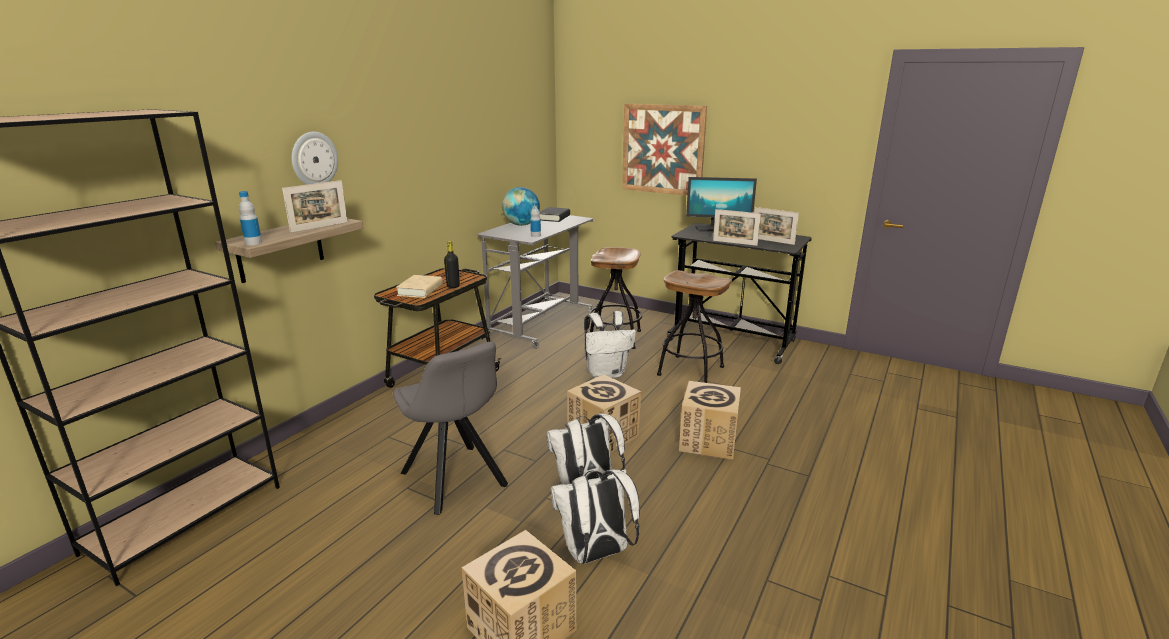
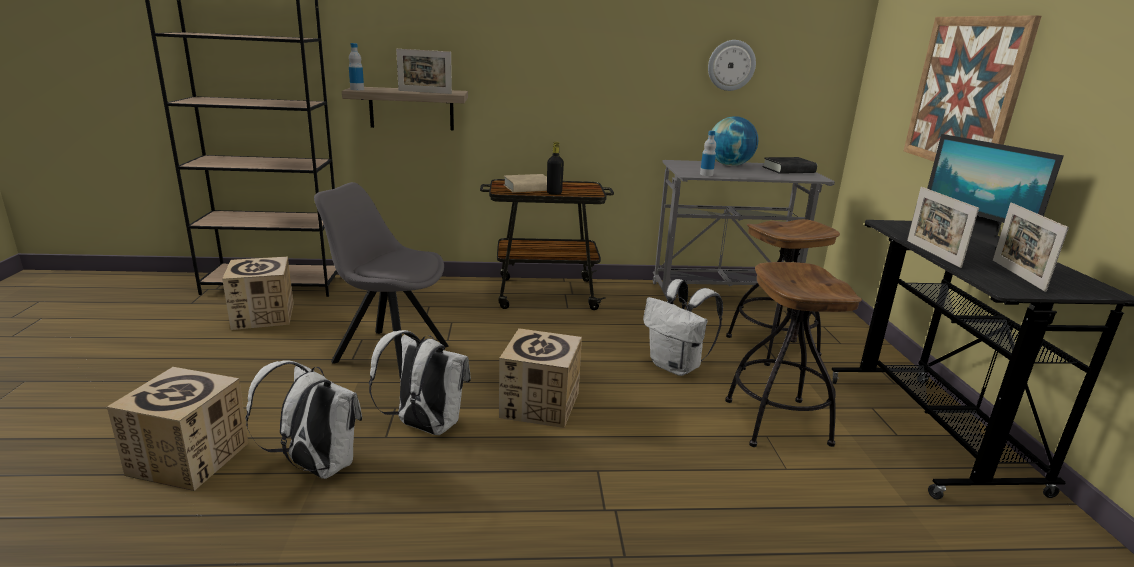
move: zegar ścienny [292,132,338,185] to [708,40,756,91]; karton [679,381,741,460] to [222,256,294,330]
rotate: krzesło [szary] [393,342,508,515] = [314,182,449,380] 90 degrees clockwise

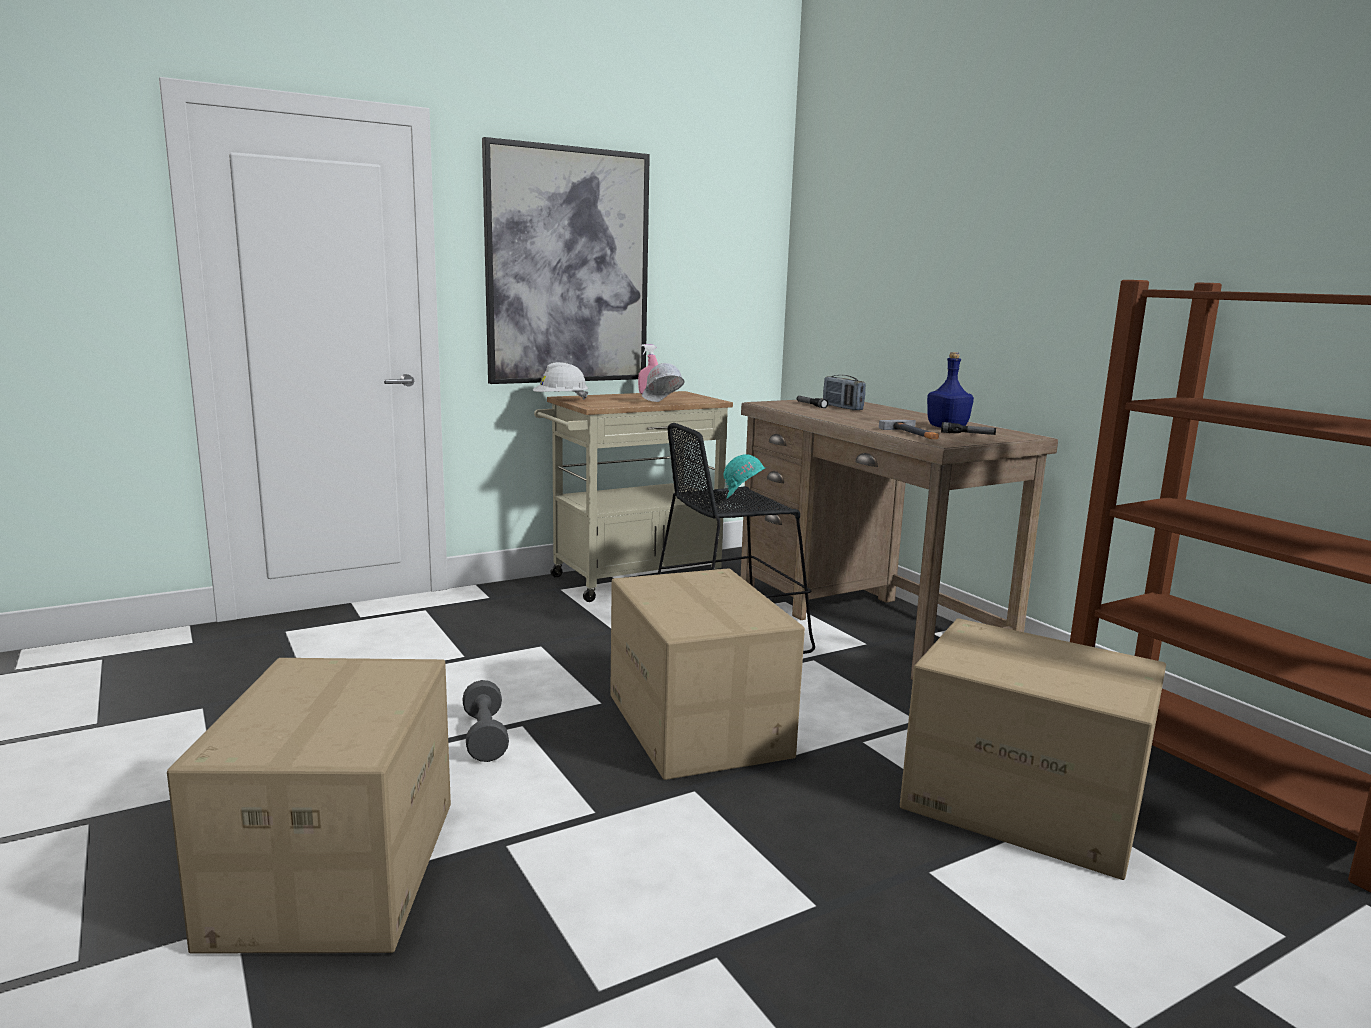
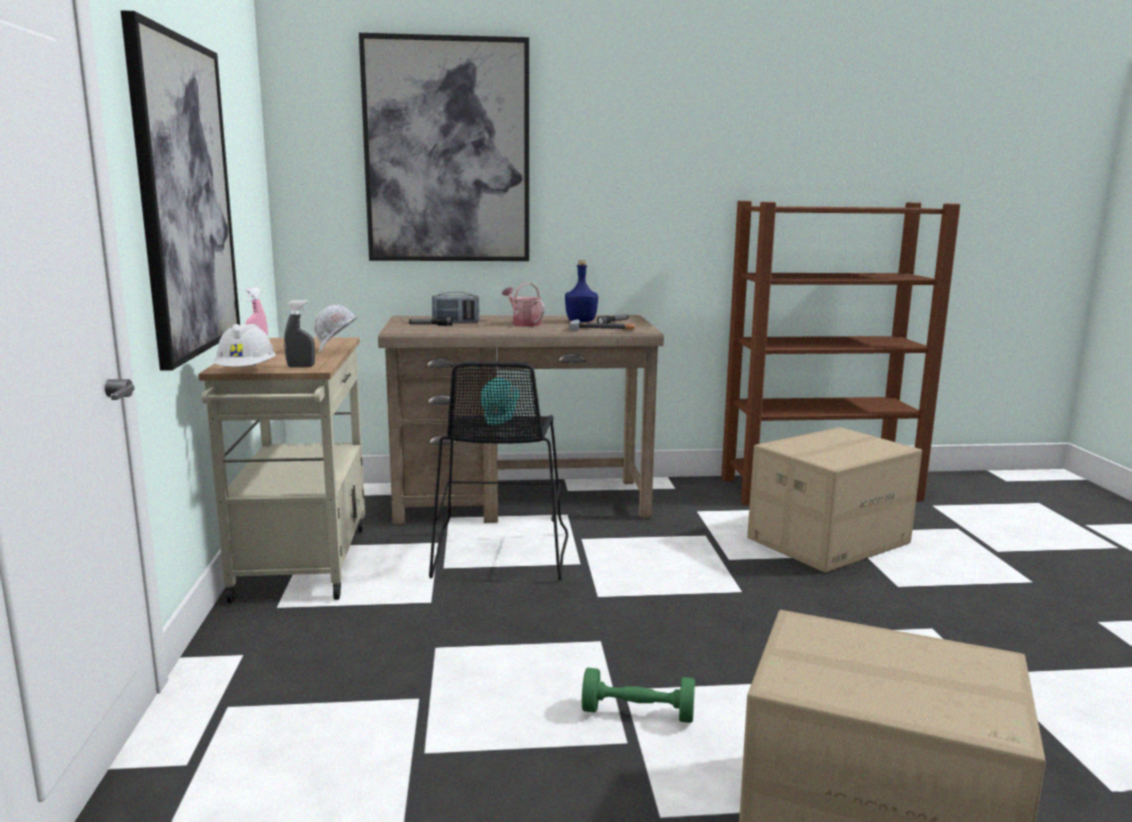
delete: karton [610,568,805,780]
insert: obraz [359,33,529,261]; konewka [502,282,545,327]; spryskiwacz [szary] [284,300,315,367]
recolor: hantel [szary] [462,680,509,762] to hantel [zielony] [582,668,695,723]

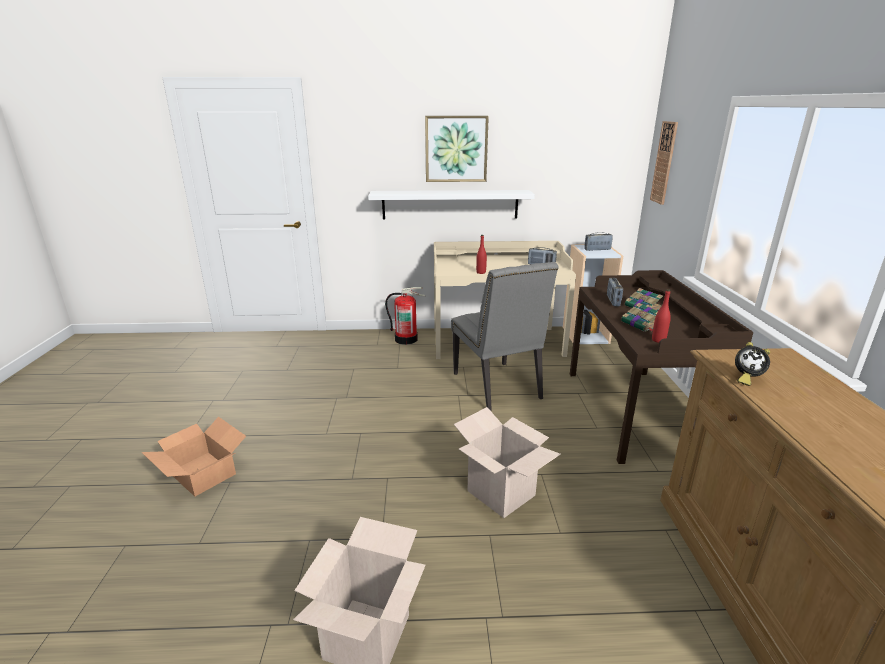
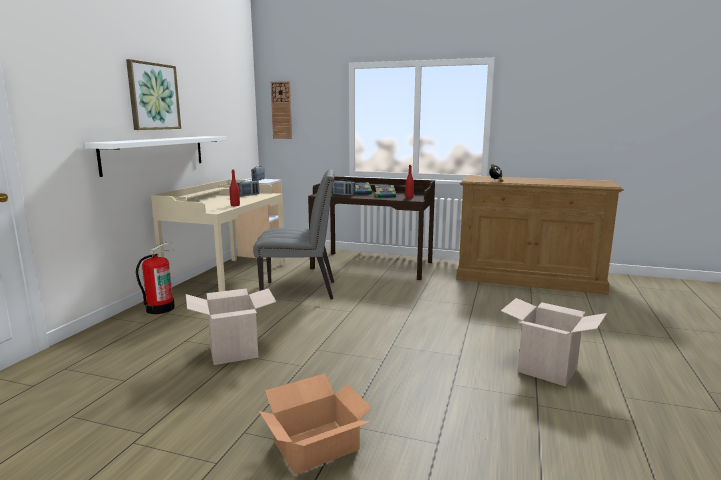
move: karton [454,407,561,518] to [186,288,276,365]

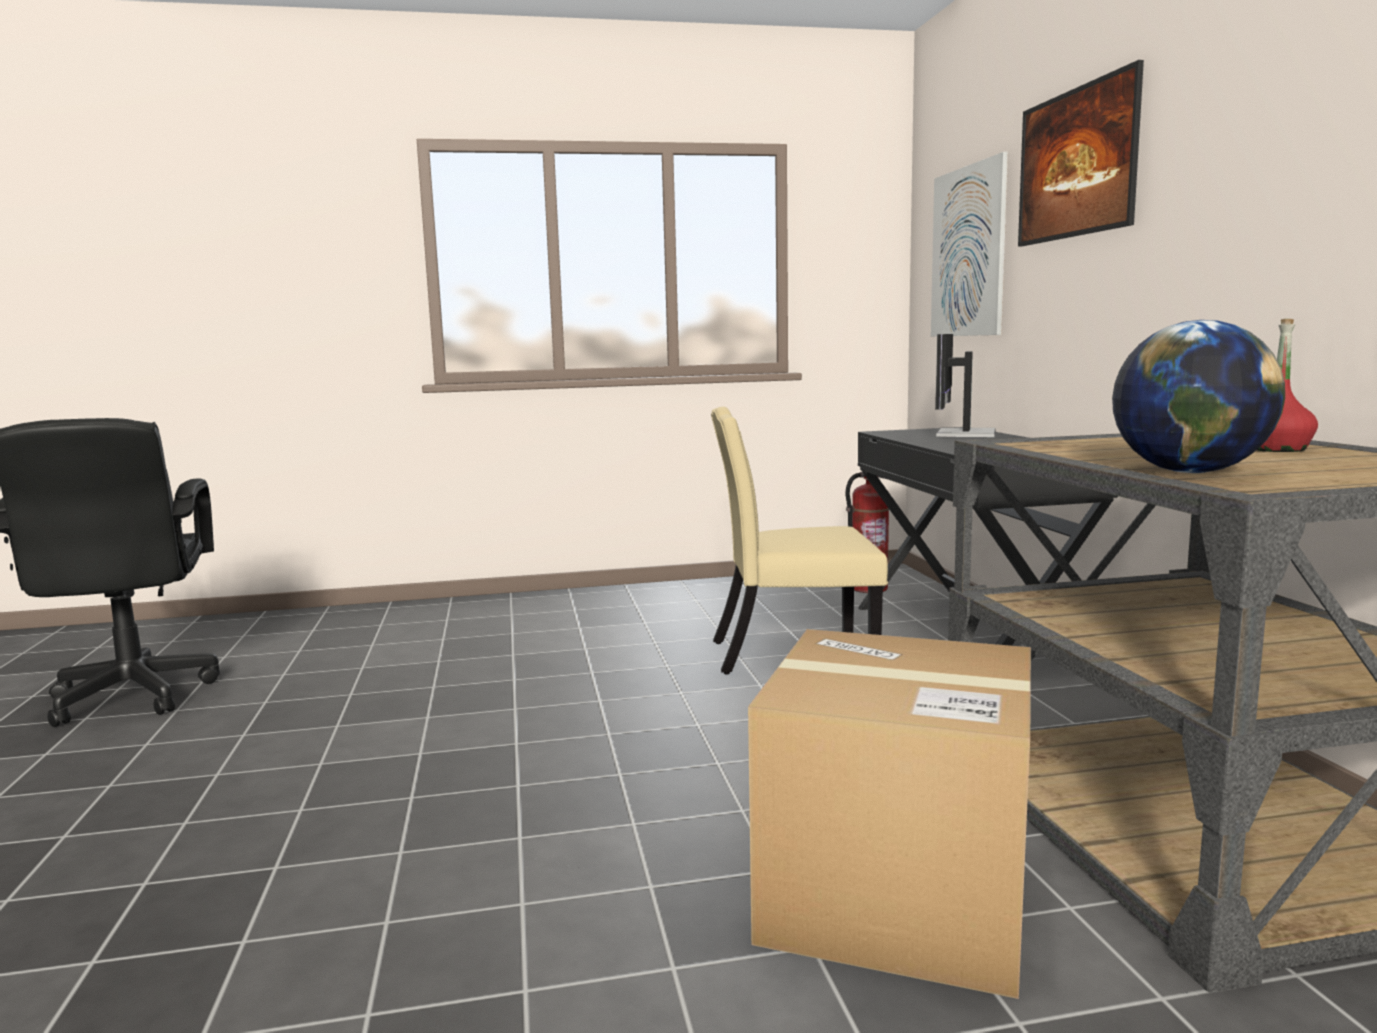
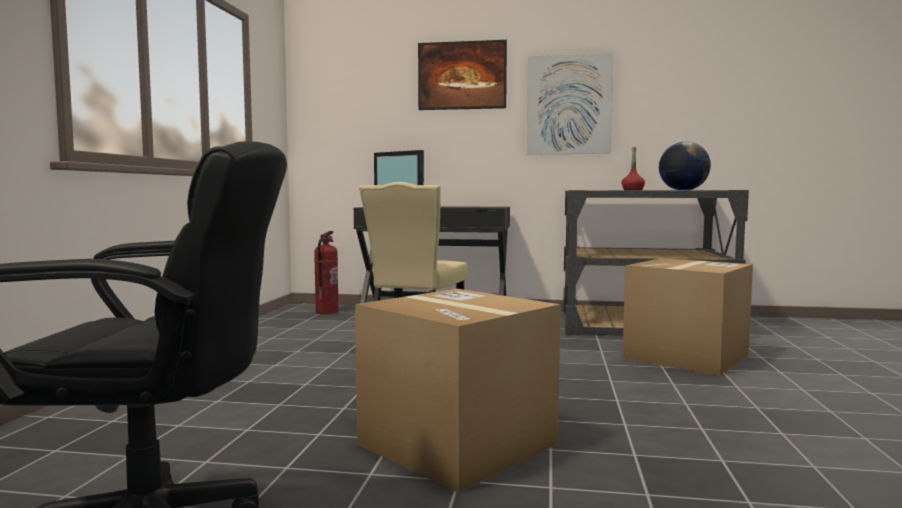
insert: karton [355,289,561,493]
move: obraz [931,152,1008,336] to [527,53,614,155]

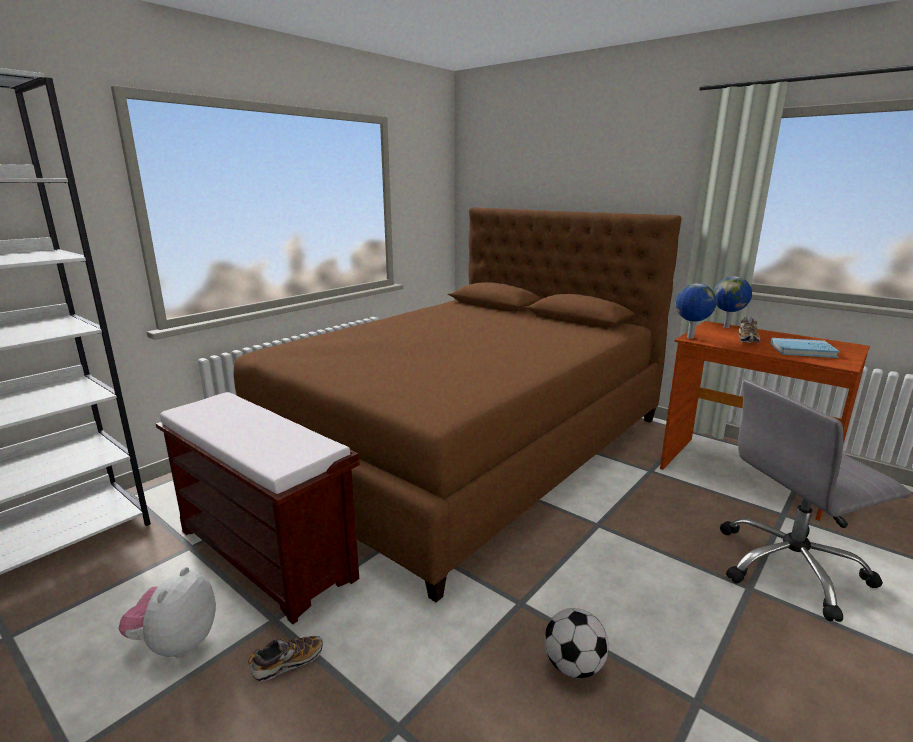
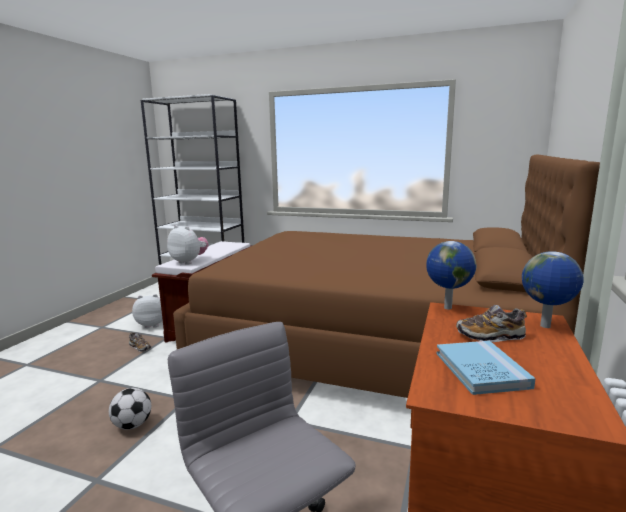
insert: pluszak [167,225,208,265]

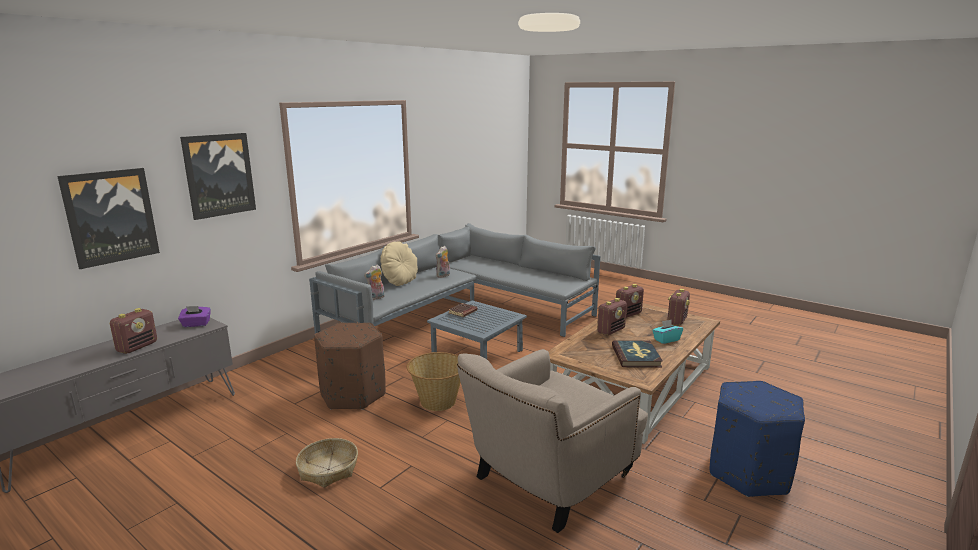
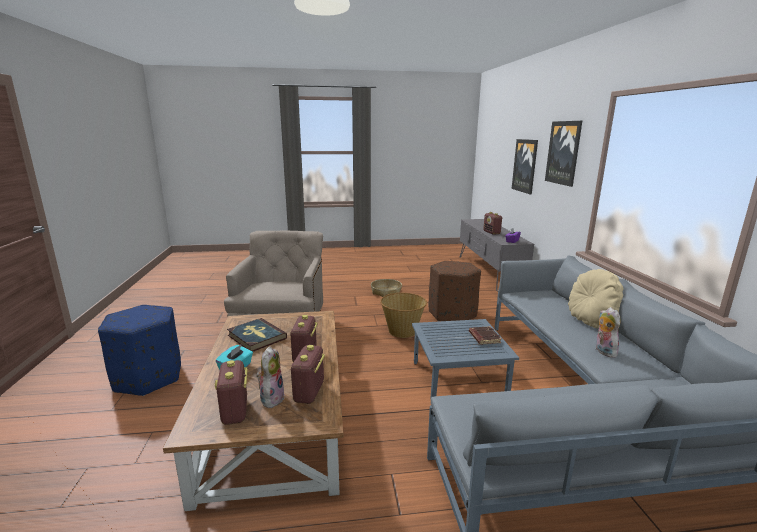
move: pluszak [364,265,385,300] to [256,346,285,408]

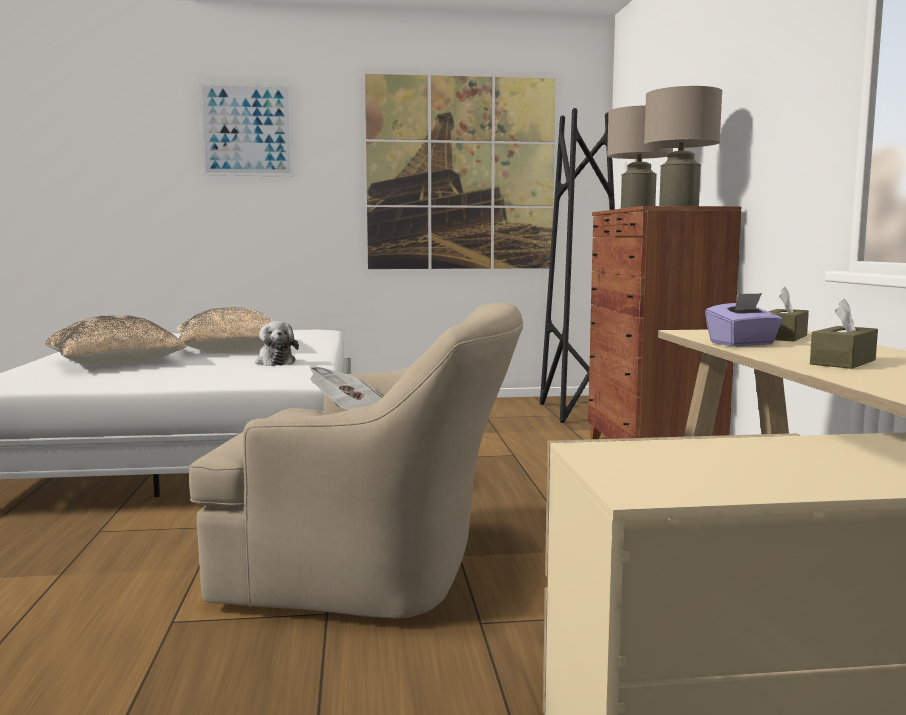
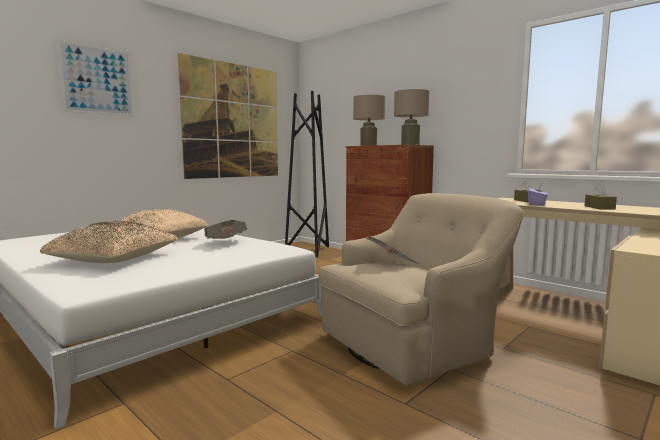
replace: pluszak [255,321,299,366] to gazeta [204,220,247,239]

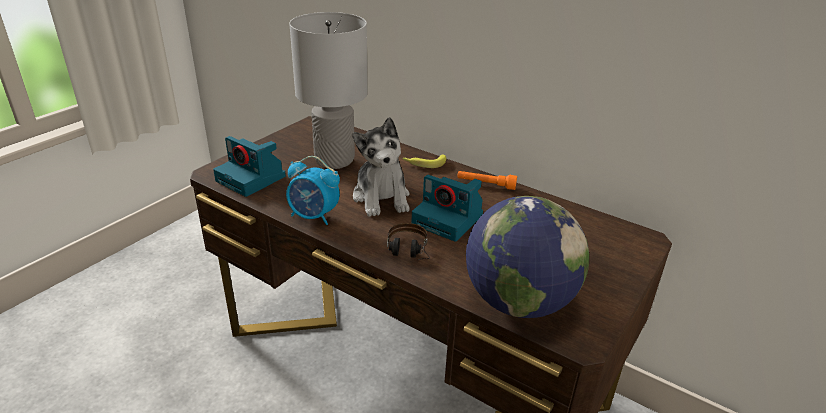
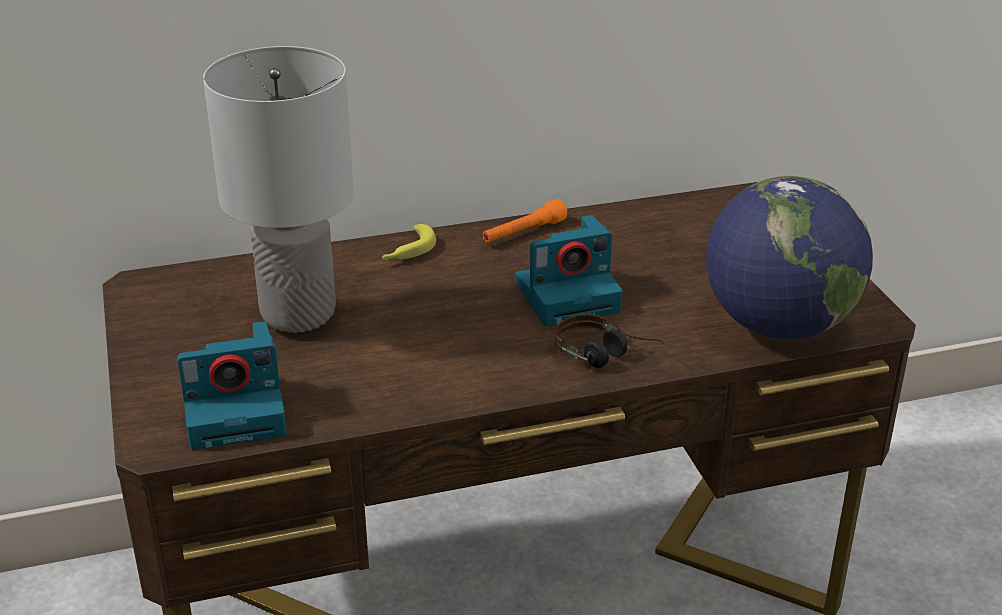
delete: pluszak [352,117,410,217]; budzik [286,156,340,225]

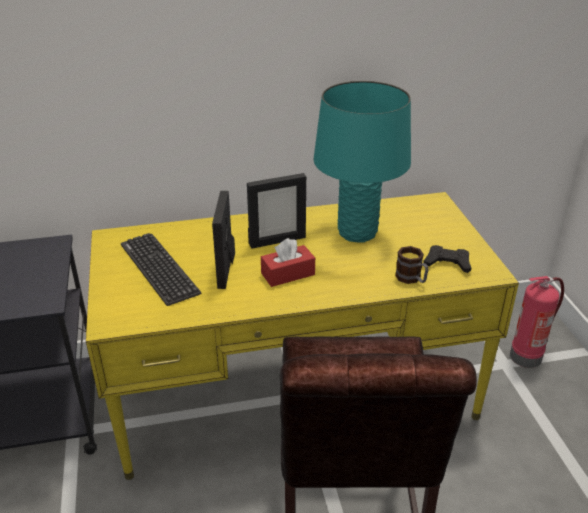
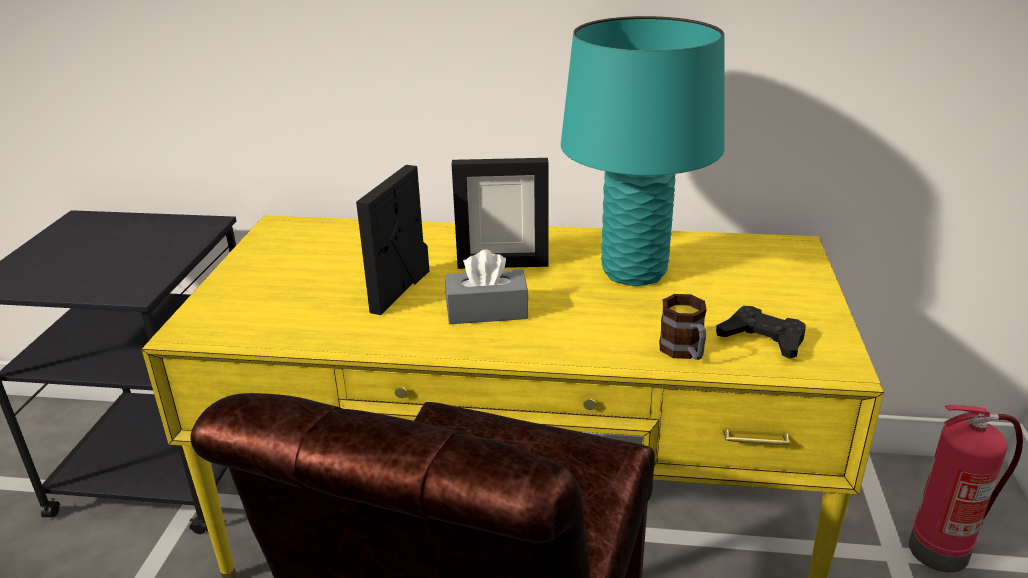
delete: klawiatura [121,233,201,306]
recolor: pudełko chusteczek [czerwony] [261,238,315,287] to pudełko chusteczek [szary] [445,250,529,324]

